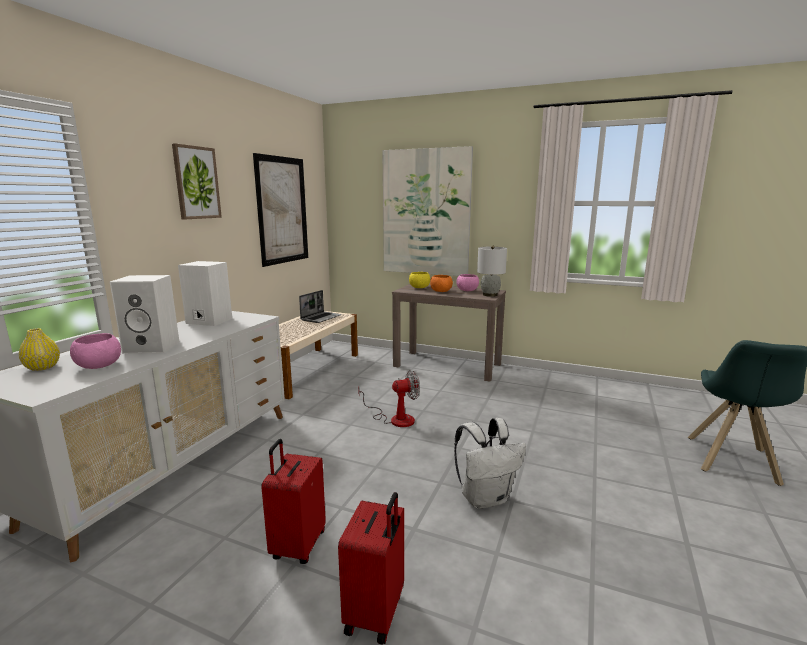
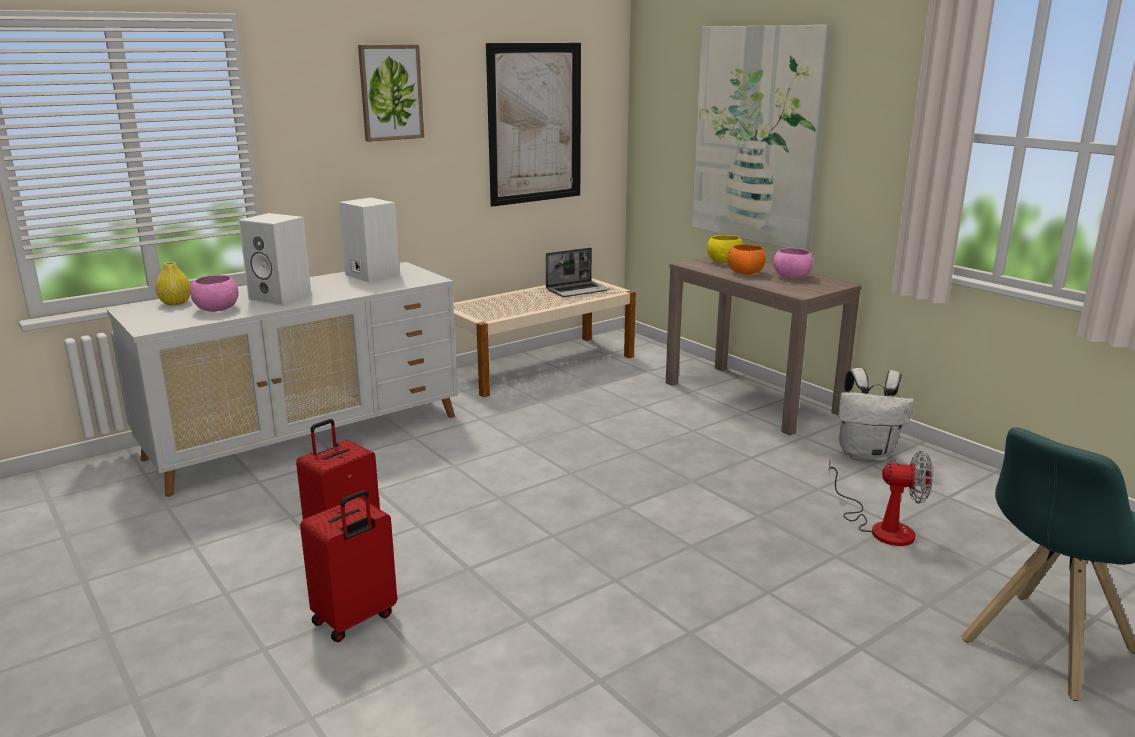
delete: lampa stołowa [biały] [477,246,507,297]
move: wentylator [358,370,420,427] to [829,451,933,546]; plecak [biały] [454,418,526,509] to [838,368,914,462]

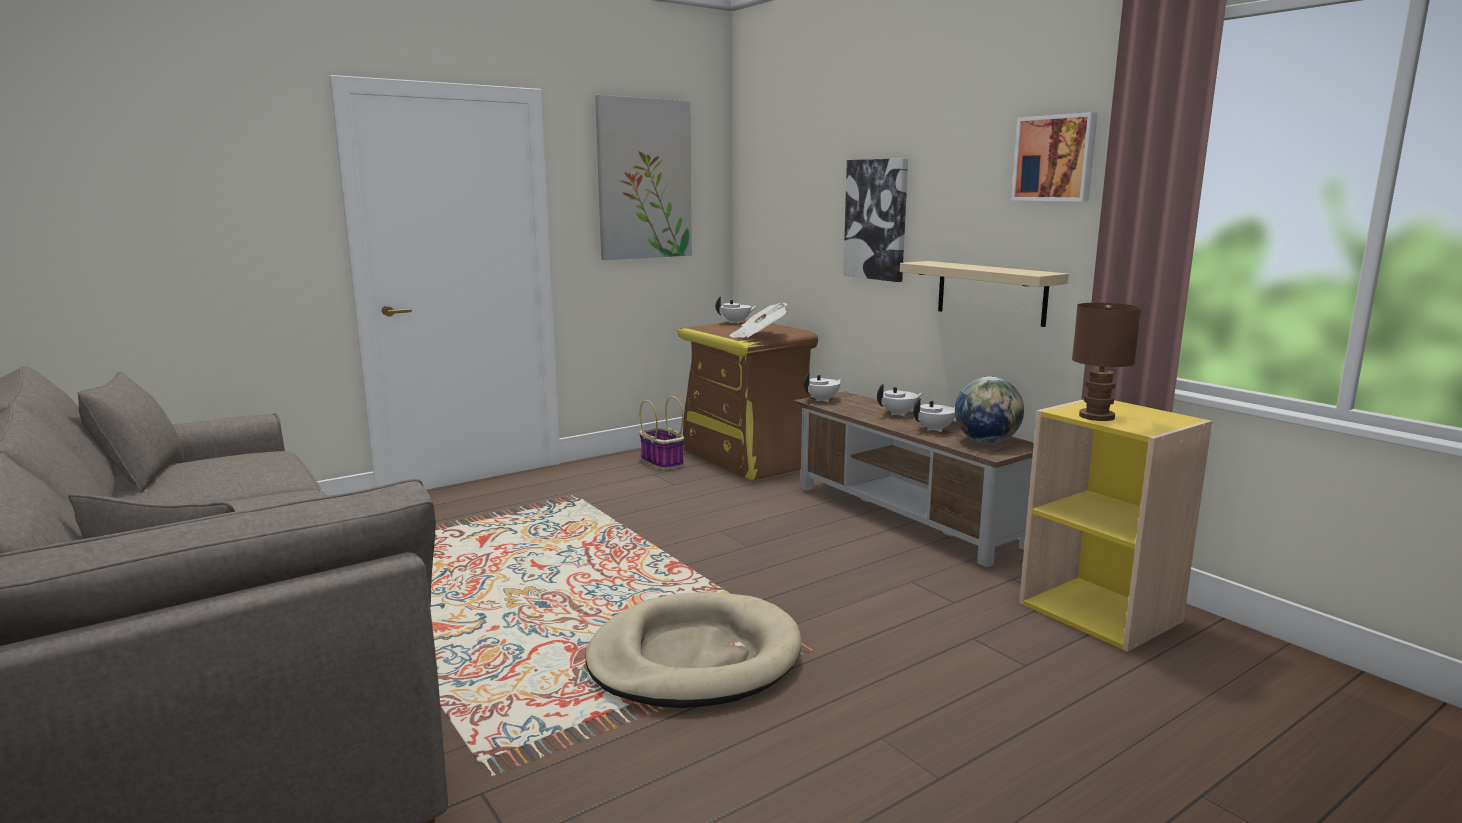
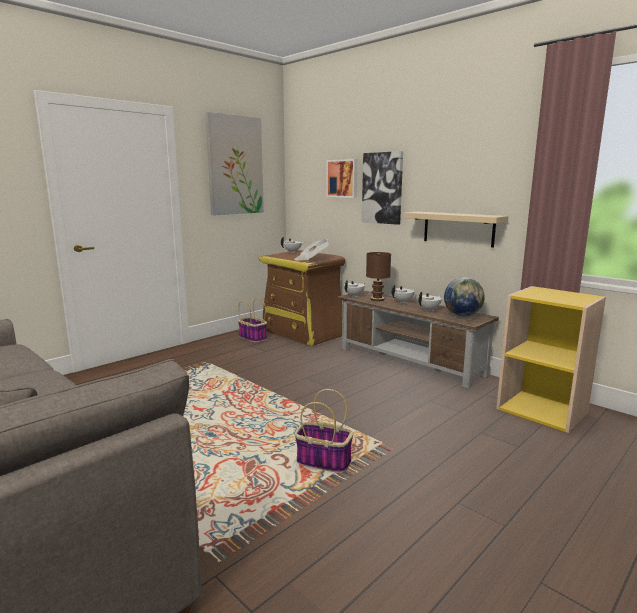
move: obraz [1011,112,1098,202] to [326,159,357,198]; lampa stołowa [brązowy] [1072,303,1141,421] to [366,252,391,301]
replace: legowisko [beżowy] [585,592,802,708] to koszyk [295,389,353,473]

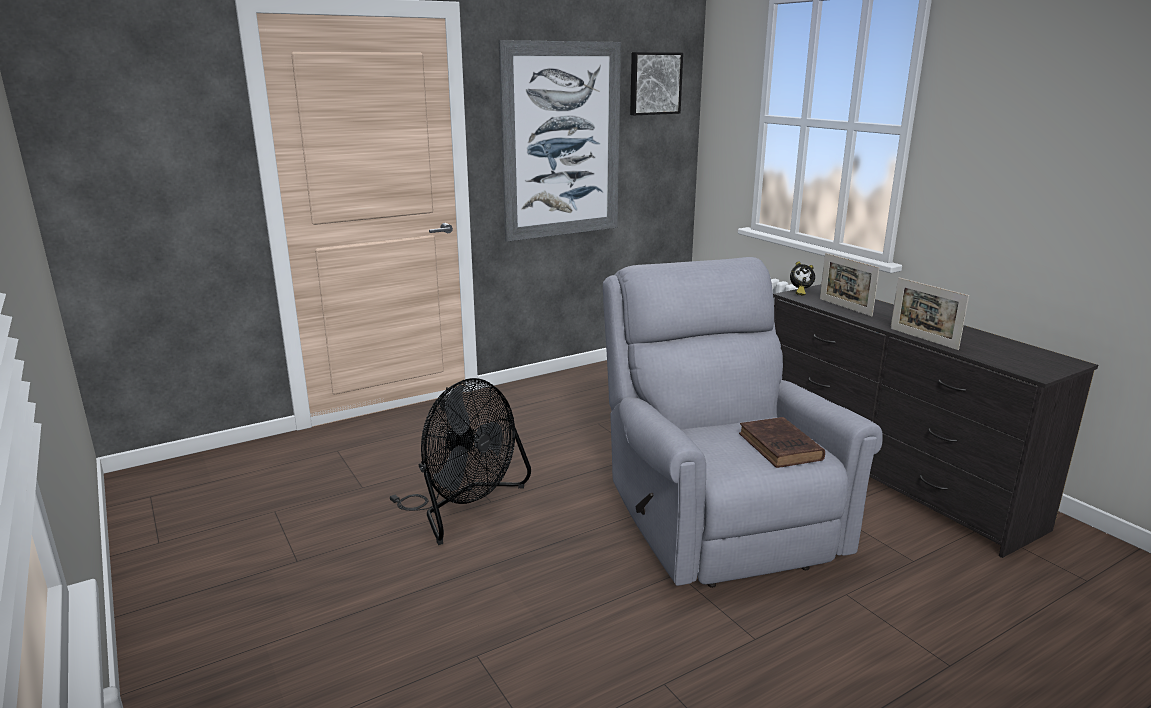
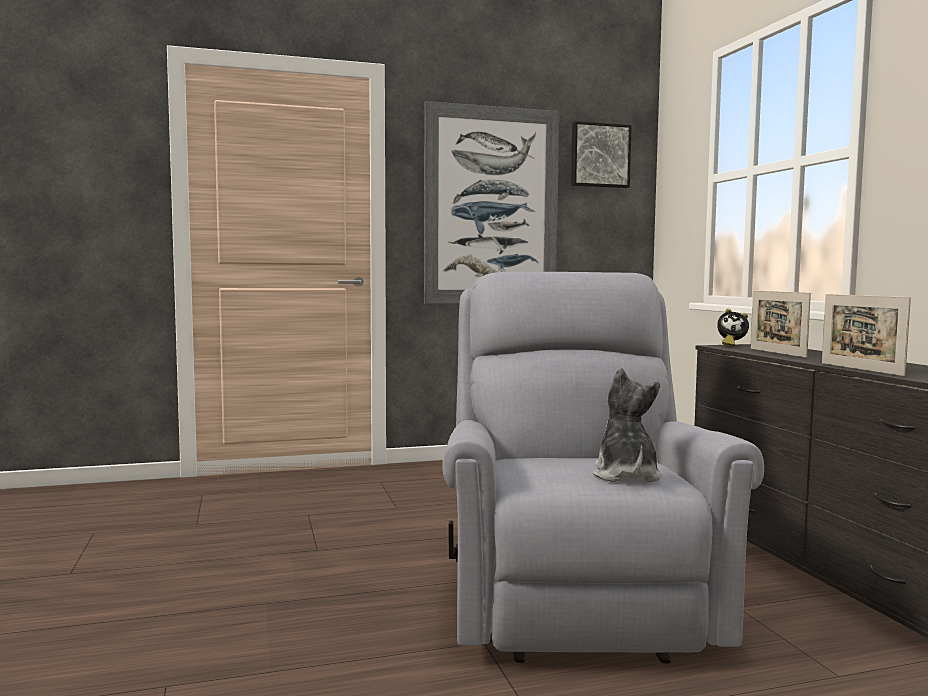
delete: wentylator [czarny] [390,378,531,545]
replace: książka [brązowy] [739,417,825,468] to pluszak [593,368,661,482]

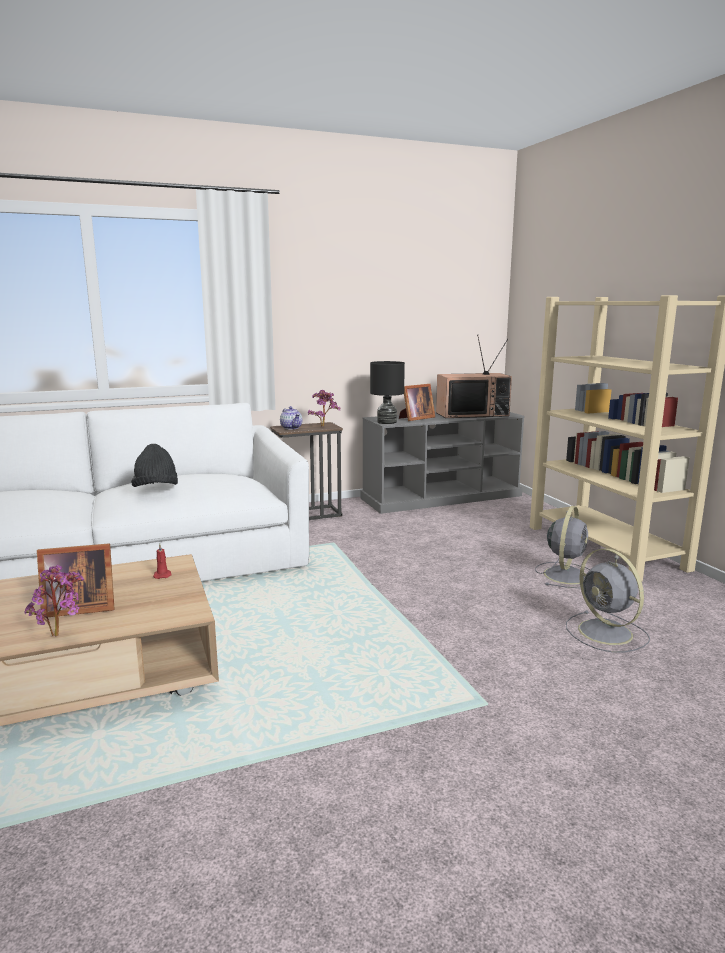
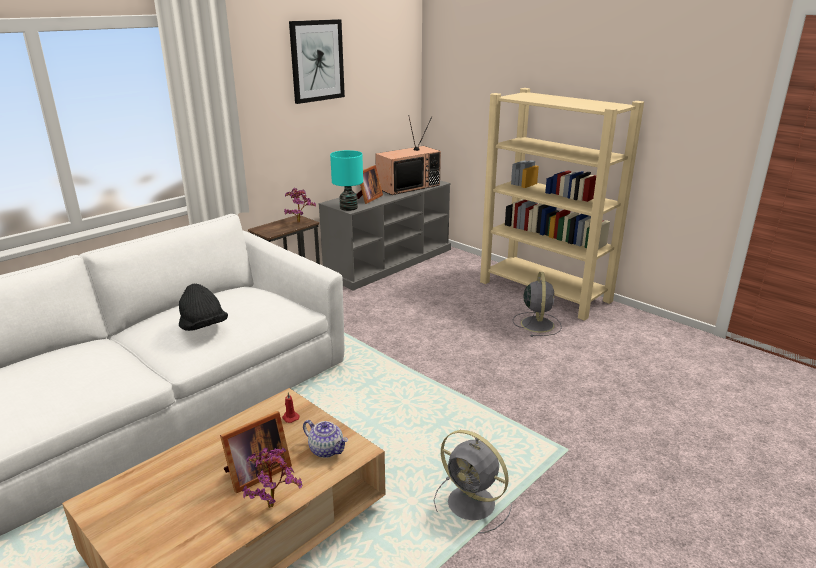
insert: obraz [289,19,345,104]
move: imbryk [280,406,302,430] to [303,420,348,458]; wentylator [szary] [566,548,650,652] to [433,430,512,533]
recolor: lampa stołowa [czarny] [370,361,405,424] to lampa stołowa [turkusowy] [330,150,363,211]

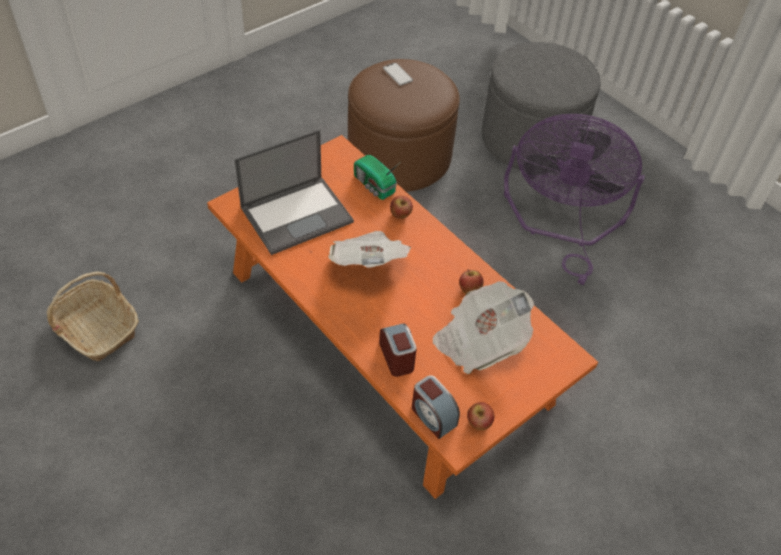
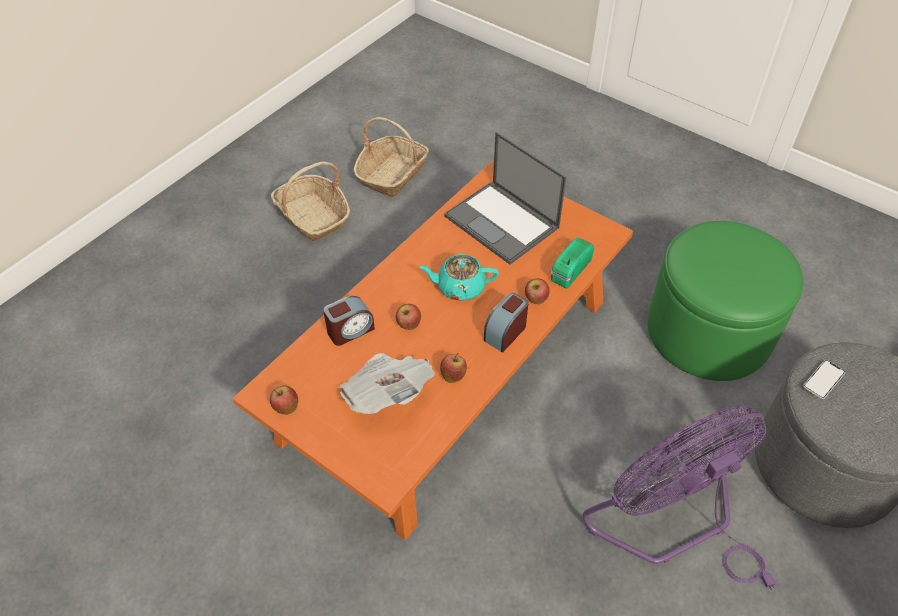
insert: koszyk [271,162,350,241]; jabłko [396,304,421,330]
move: telefon [383,63,413,86] to [803,360,845,399]; budzik [412,375,460,439] to [484,293,528,353]
replace: gazeta [328,231,411,268] to imbryk [turkusowy] [419,254,499,301]
recolor: pufa [brązowy] [348,59,460,192] to pufa [zielony] [648,221,804,381]
rotate: wentylator [fioletowy] [504,114,645,285] = [583,406,776,590] 120 degrees counterclockwise

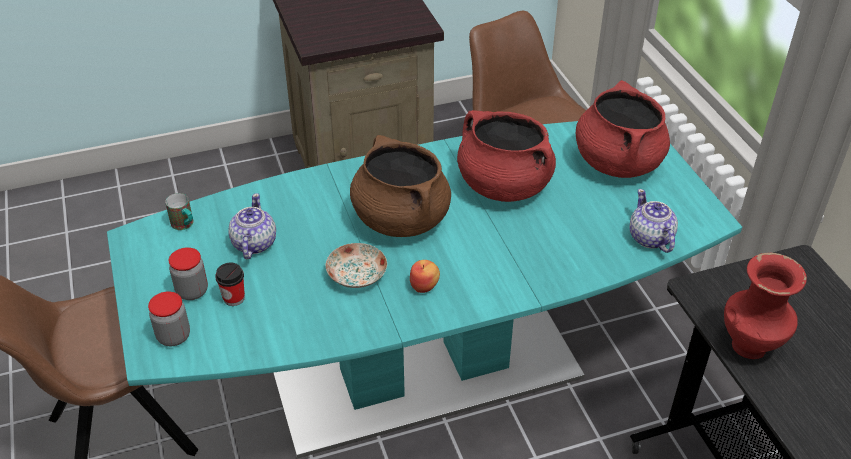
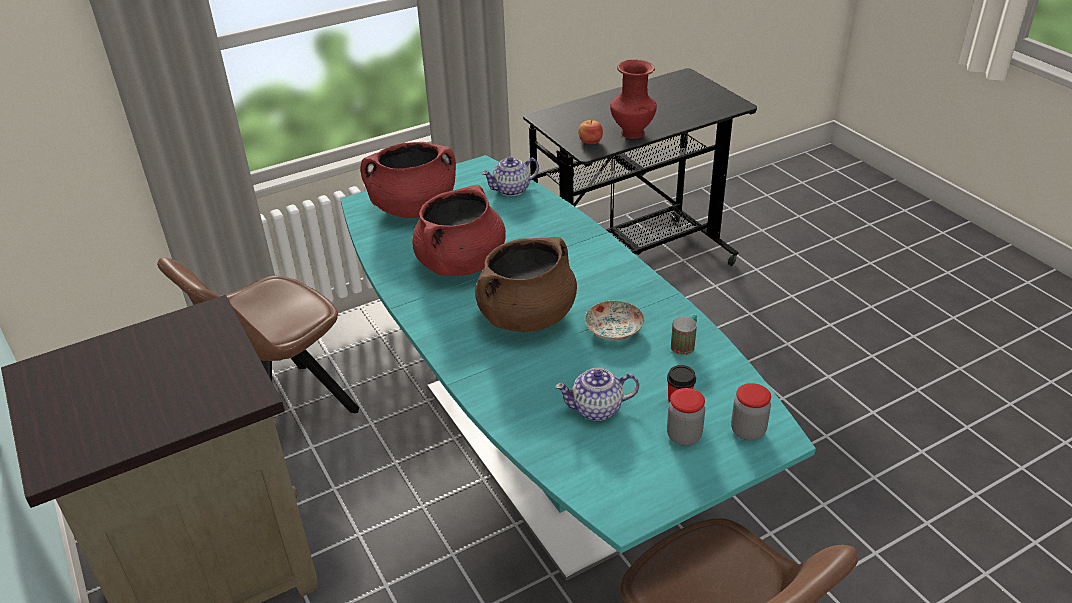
move: kubek [165,193,194,230] to [671,314,697,356]; jabłko [410,260,440,293] to [578,120,603,144]

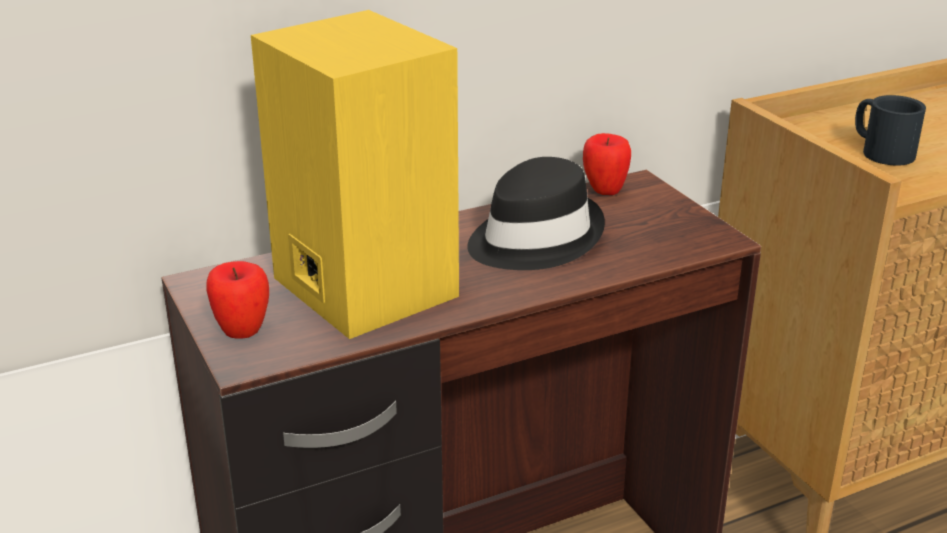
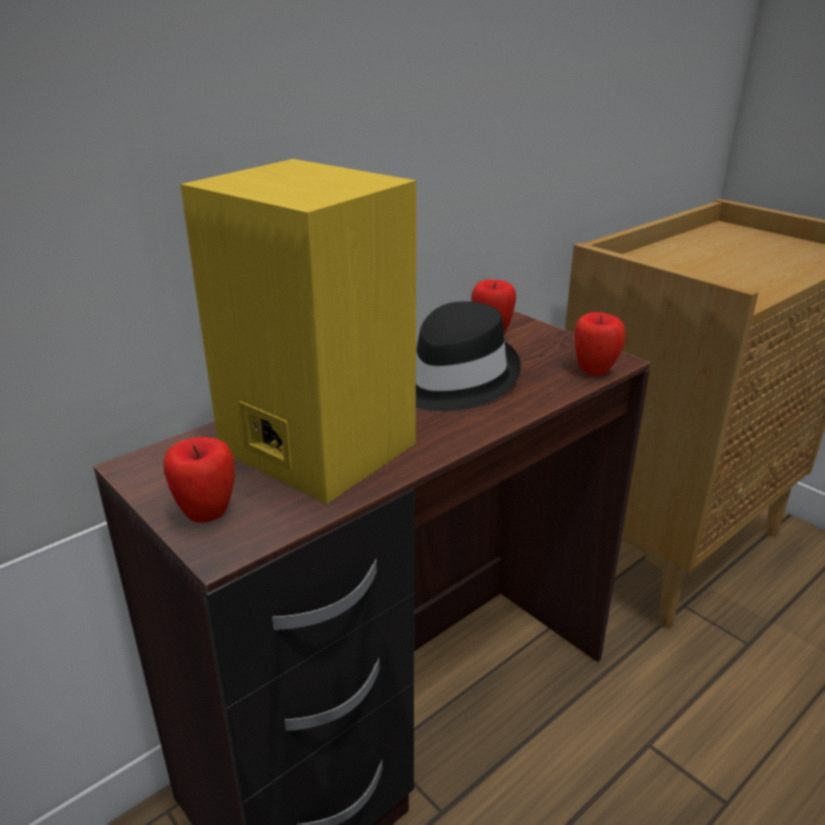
delete: kubek [czarny] [855,95,926,166]
insert: jabłko [575,312,626,376]

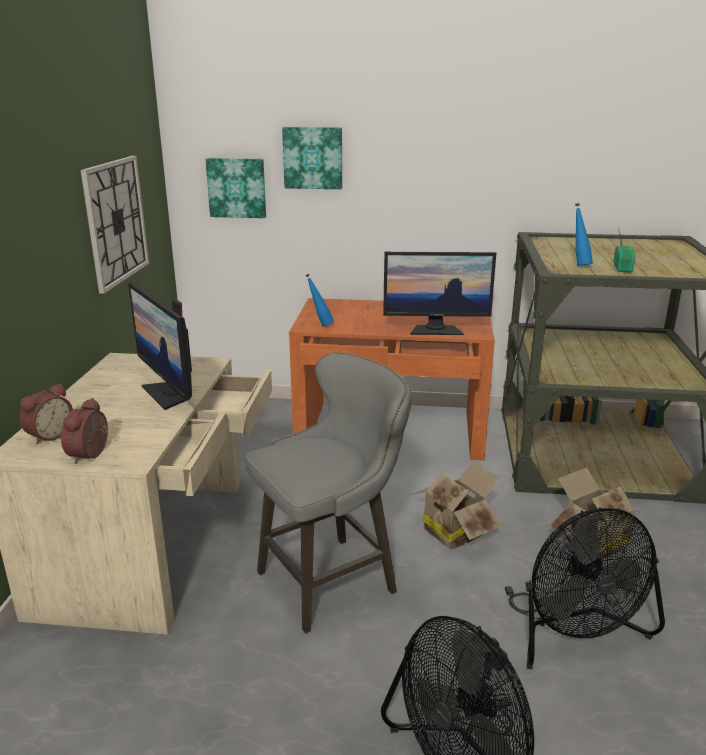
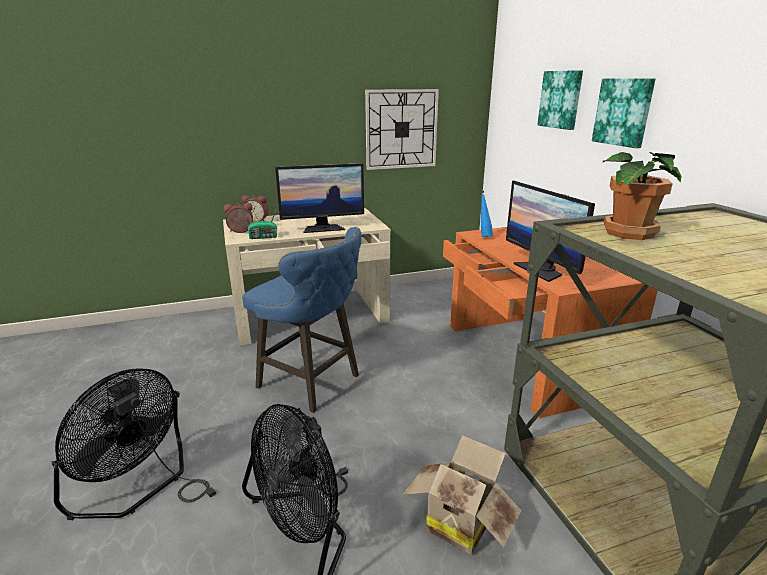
delete: karton [411,461,501,549]
move: obraz [206,158,266,218] to [592,78,655,148]; radio [613,227,635,272] to [248,211,277,239]
replace: butelka [niebieski] [575,203,593,266] to roślina doniczkowa [602,152,682,240]
recolor: stołek [szary] [246,352,411,634] to stołek [niebieski] [242,227,362,413]
rotate: monitor [128,283,192,410] = [275,163,364,233] 135 degrees counterclockwise

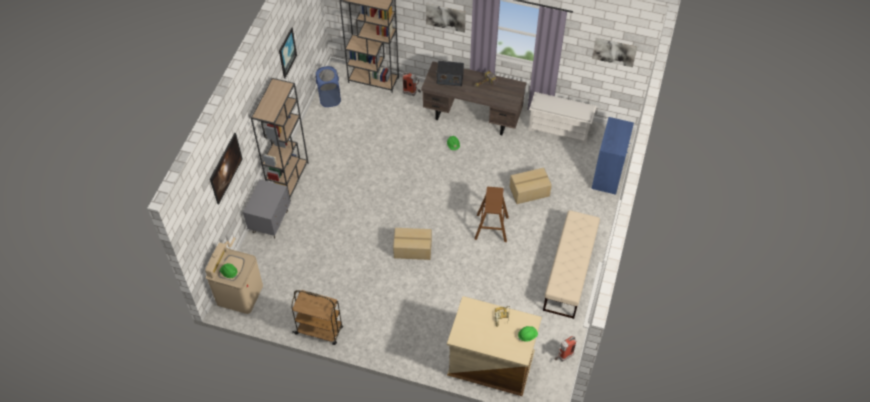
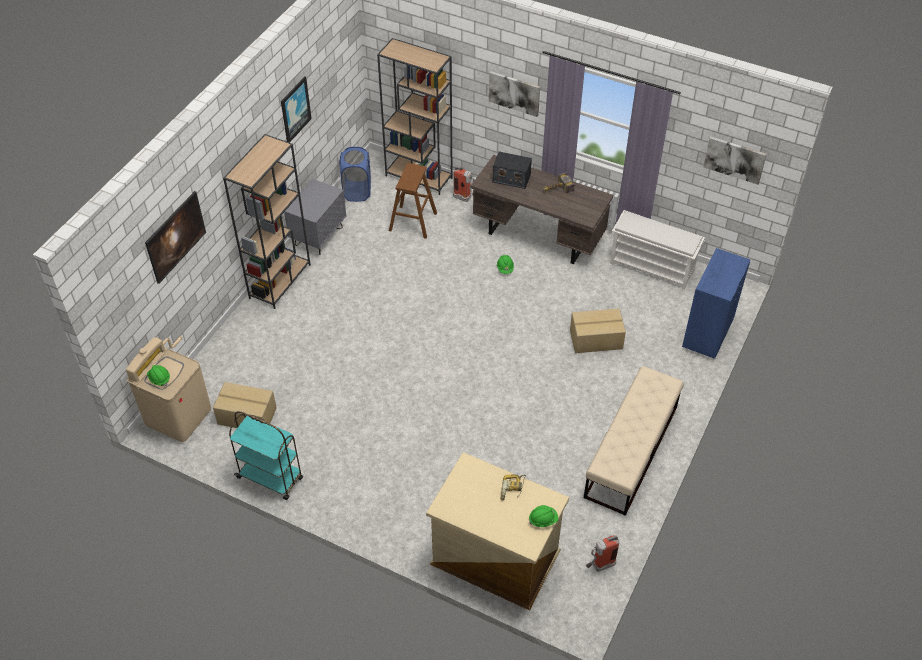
move: szafka nocna [szary] [243,179,290,239] to [284,179,346,255]; stołek [brązowy] [474,187,509,242] to [389,163,437,239]; karton [393,228,432,260] to [213,382,277,428]
recolor: wózek [brązowy] [291,290,343,345] to wózek [turkusowy] [229,411,303,500]

